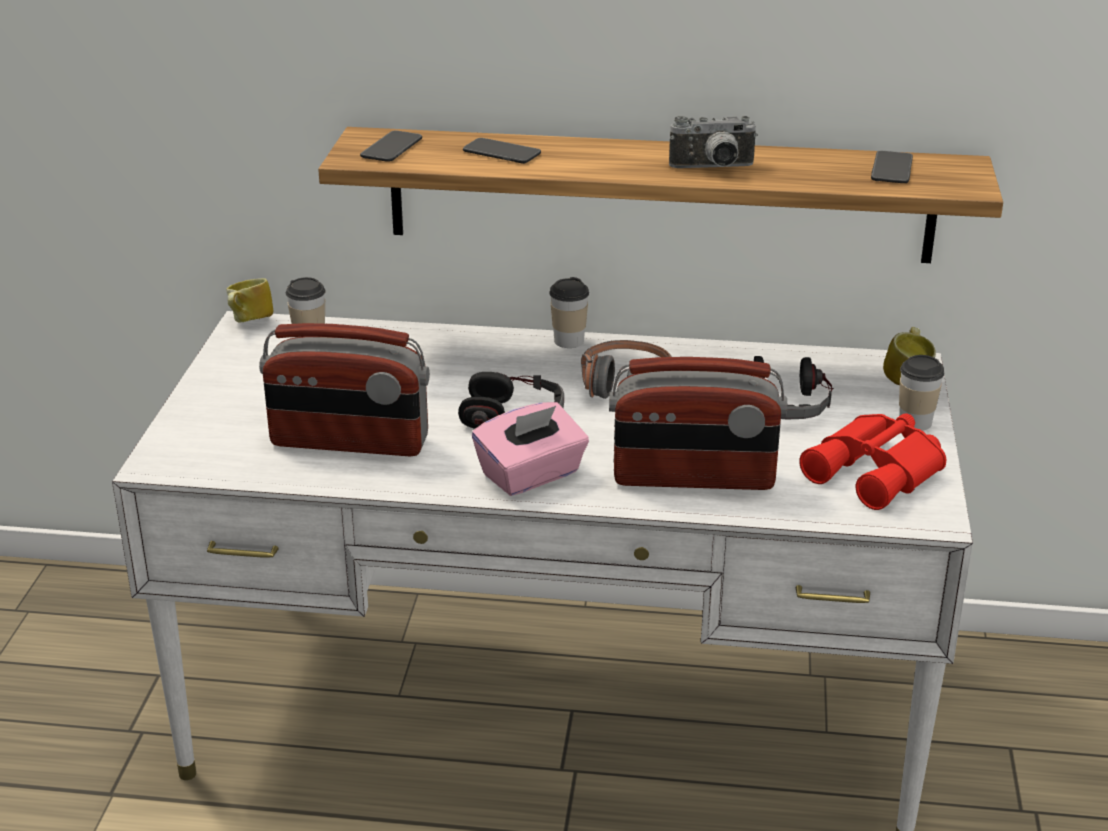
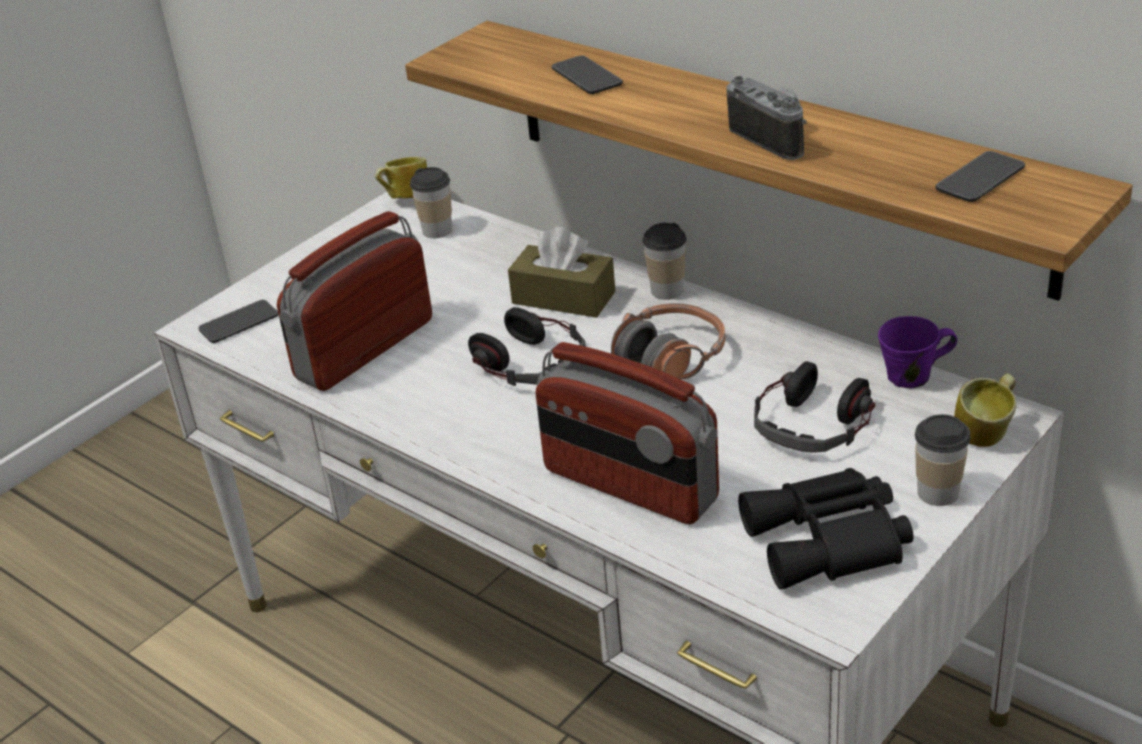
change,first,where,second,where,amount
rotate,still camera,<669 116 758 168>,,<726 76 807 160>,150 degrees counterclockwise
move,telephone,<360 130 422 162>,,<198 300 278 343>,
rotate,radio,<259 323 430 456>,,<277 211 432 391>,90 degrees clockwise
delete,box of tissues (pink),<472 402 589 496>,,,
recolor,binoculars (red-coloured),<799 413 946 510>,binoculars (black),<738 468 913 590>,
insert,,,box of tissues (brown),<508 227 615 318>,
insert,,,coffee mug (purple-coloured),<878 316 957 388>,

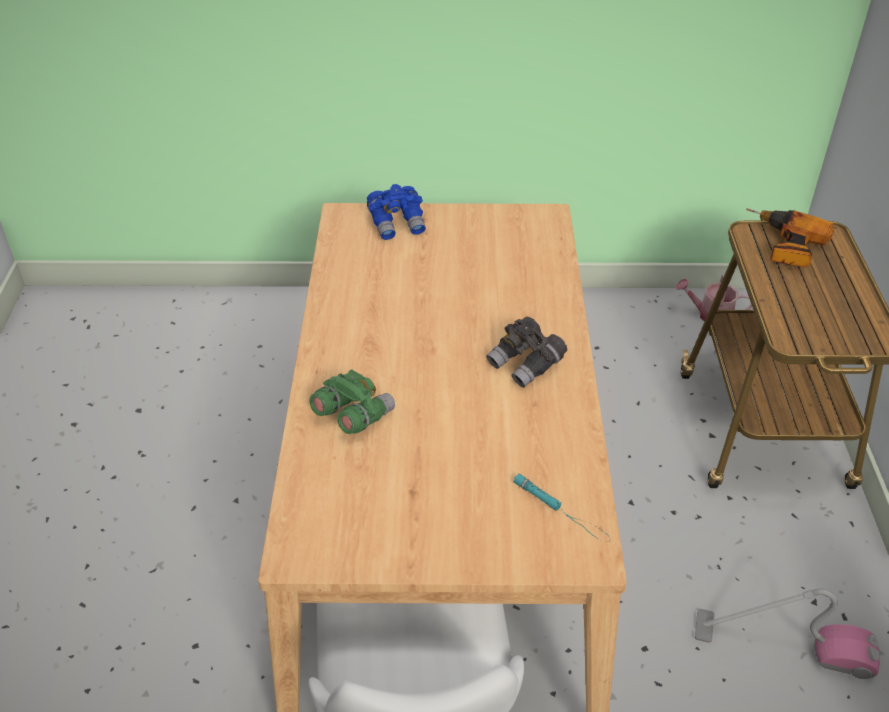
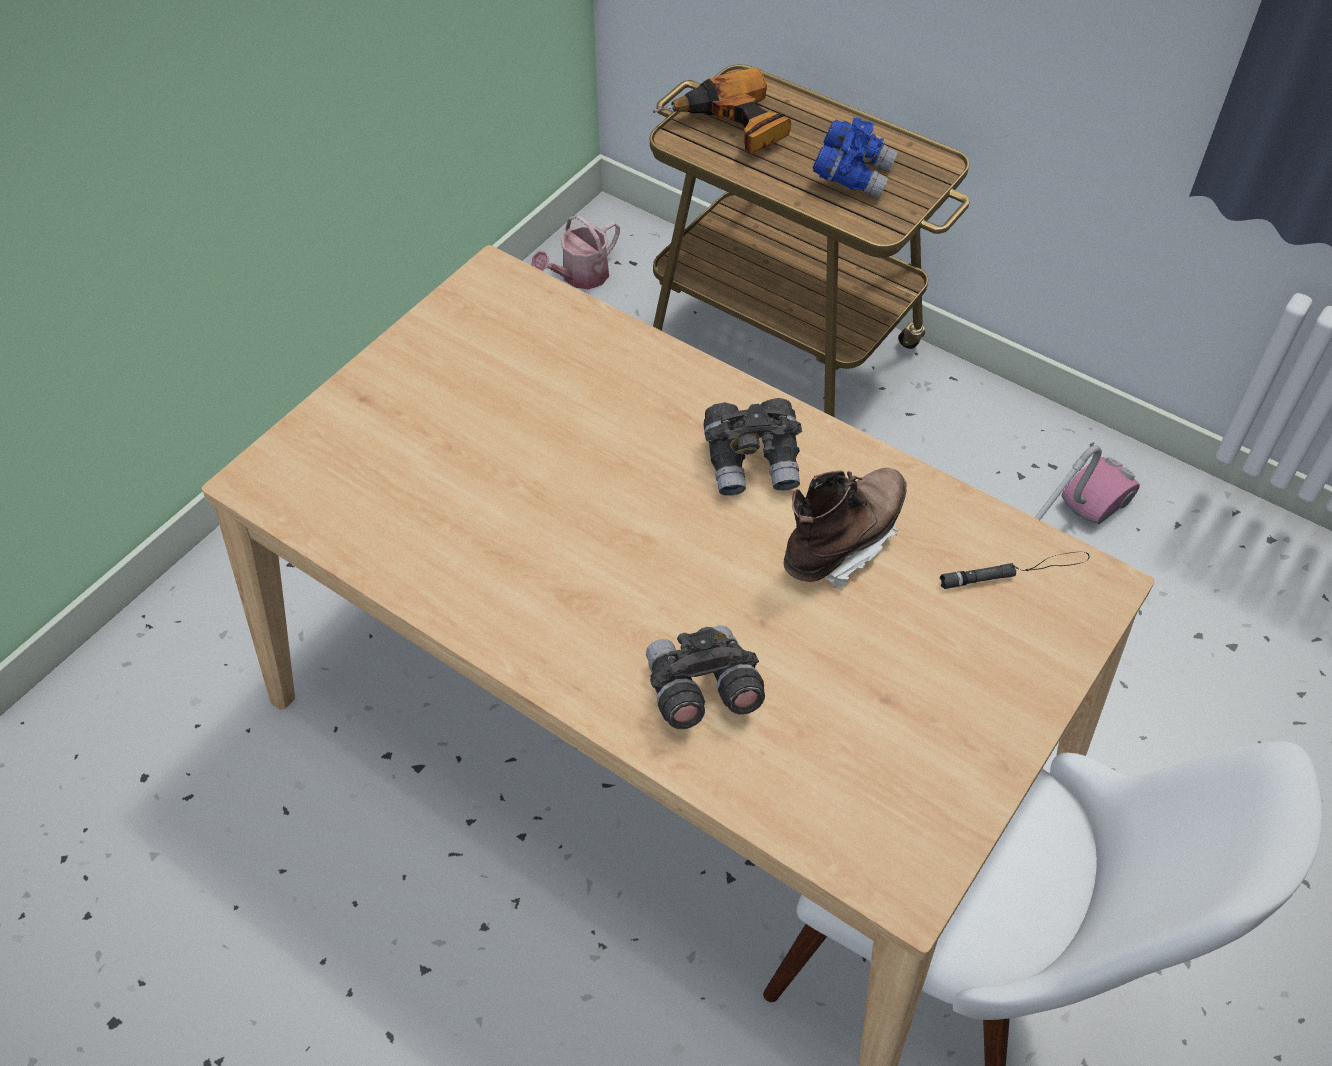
change,first,where,second,where,amount
move,binoculars (bluish),<367 184 426 240>,,<813 118 898 198>,
recolor,binoculars (greenish),<310 369 395 434>,binoculars (grey),<646 626 765 729>,
recolor,flashlight (turquoise-coloured),<513 474 611 542>,flashlight (black),<940 552 1089 589>,
insert,,,boot (brown),<783 468 907 590>,

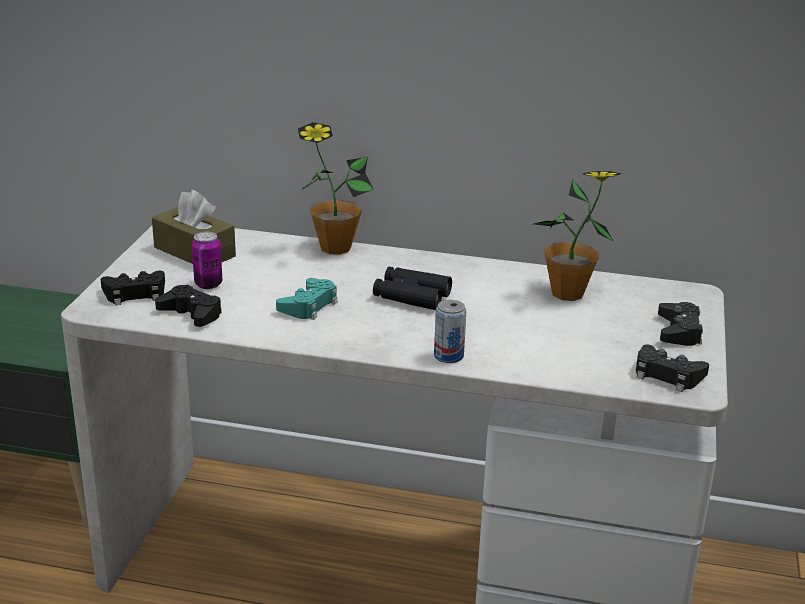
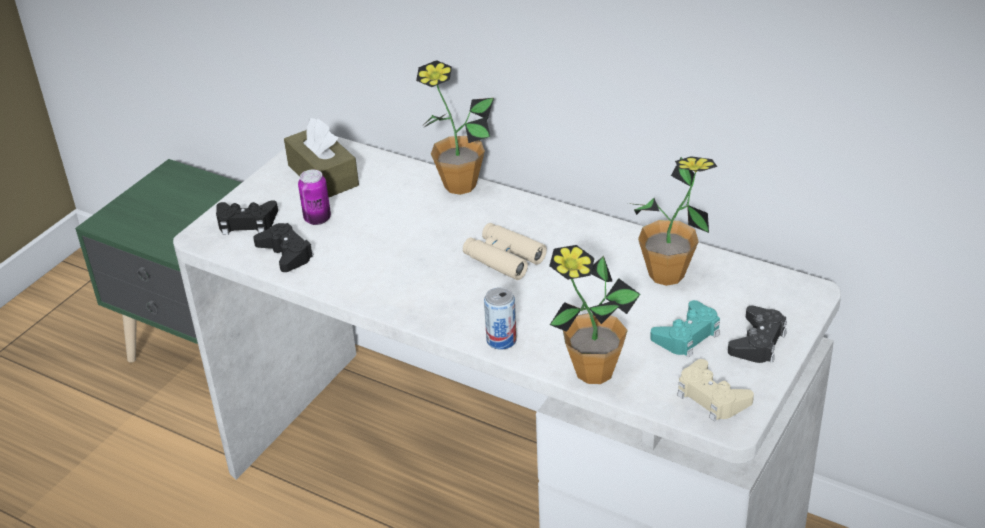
change,first,where,second,where,amount
recolor,binoculars (black),<373 267 452 310>,binoculars (sand-coloured),<463 223 547 280>,
move,joypad (turquoise-coloured),<276 278 337 320>,,<650 300 720 357>,
recolor,joypad (black),<636 344 709 392>,joypad (sand-coloured),<677 359 754 421>,
insert,,,houseplant,<549 245 640 384>,

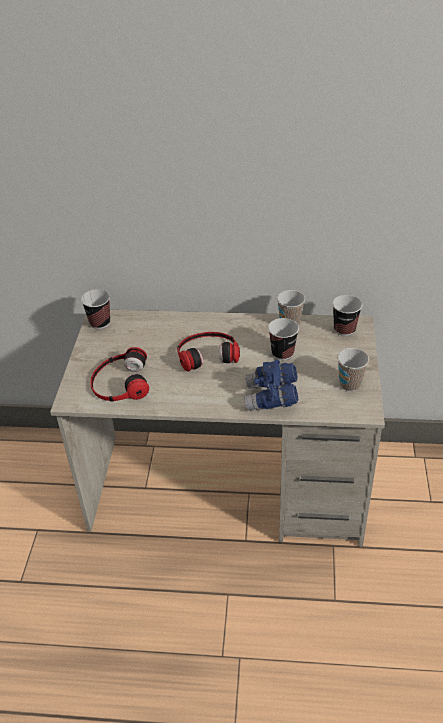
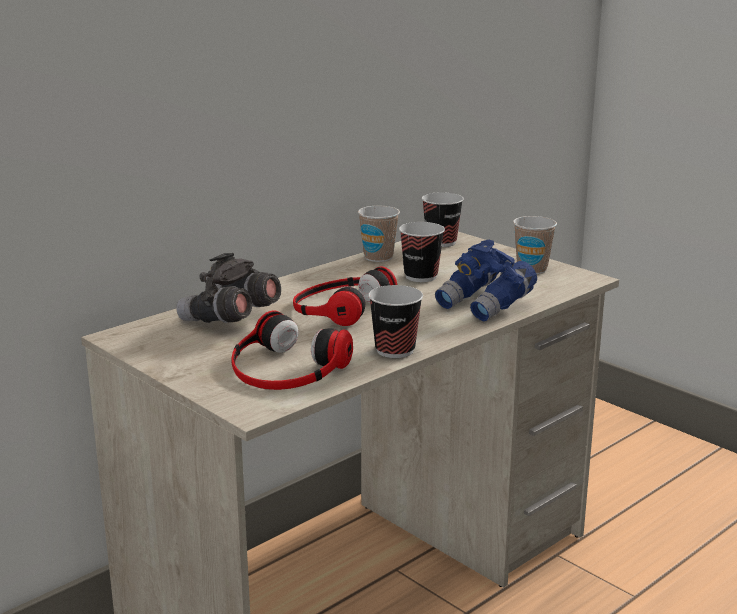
change,first,where,second,where,amount
move,cup,<81 289 110 329>,,<368 285 423 358>,
insert,,,binoculars (grey),<176 253 281 323>,

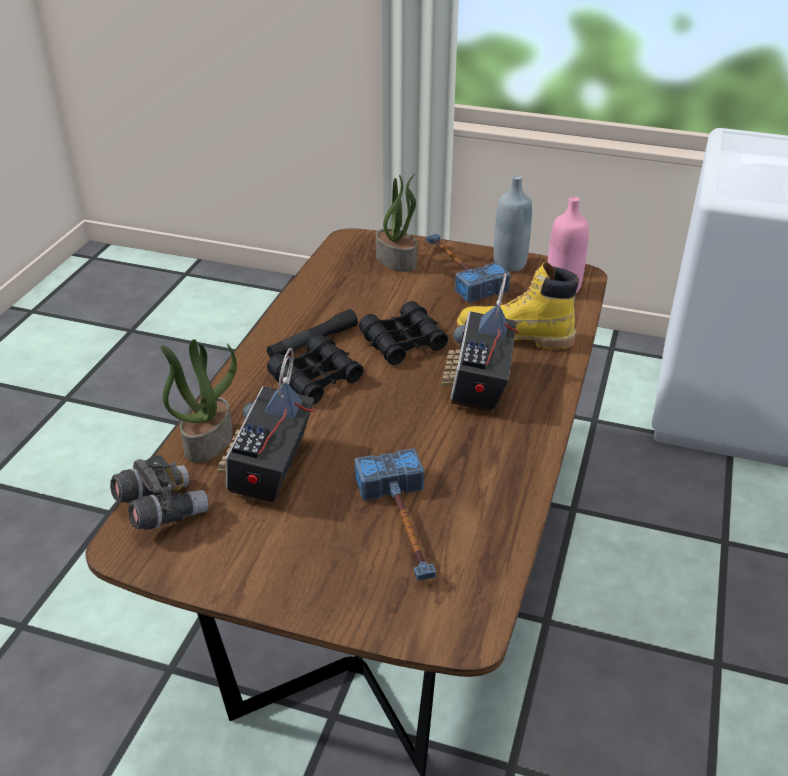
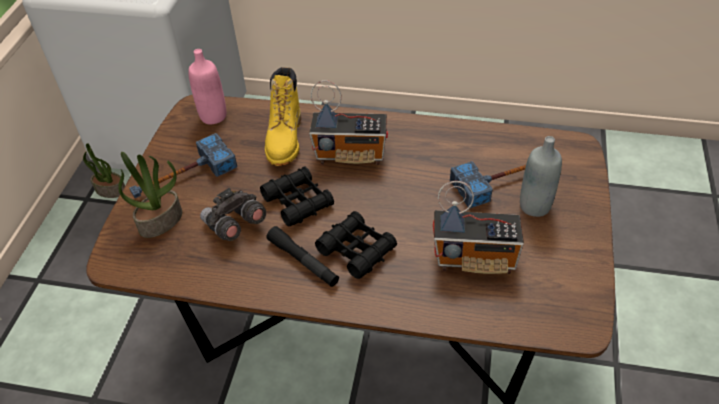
change,first,where,second,where,amount
move,drink bottle (grey),<494 175 532 272>,,<520 136 562 217>,
move,houseplant,<161 339 237 463>,,<83 143 125 198>,
move,binoculars (grey),<110 454 209 530>,,<200 188 266 241>,

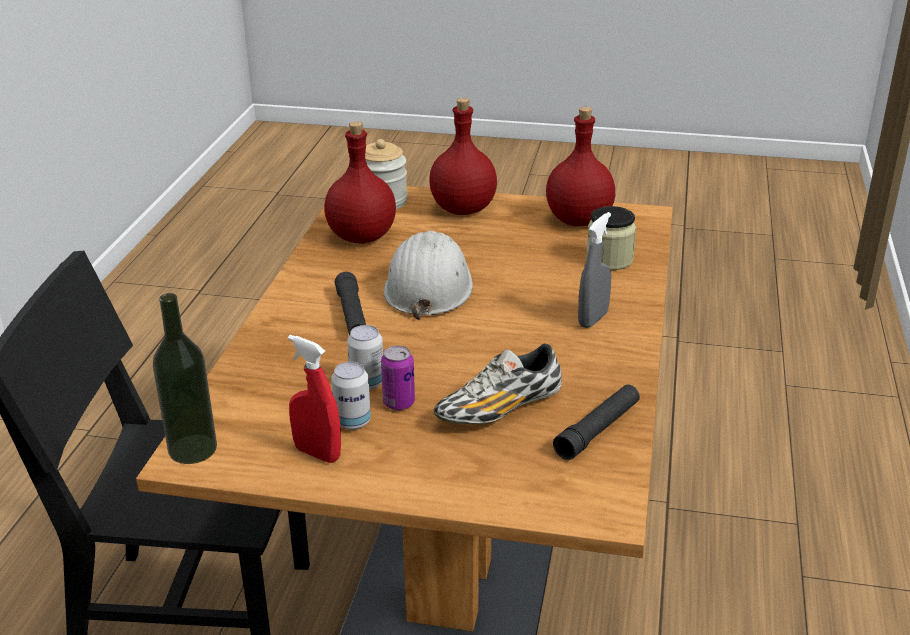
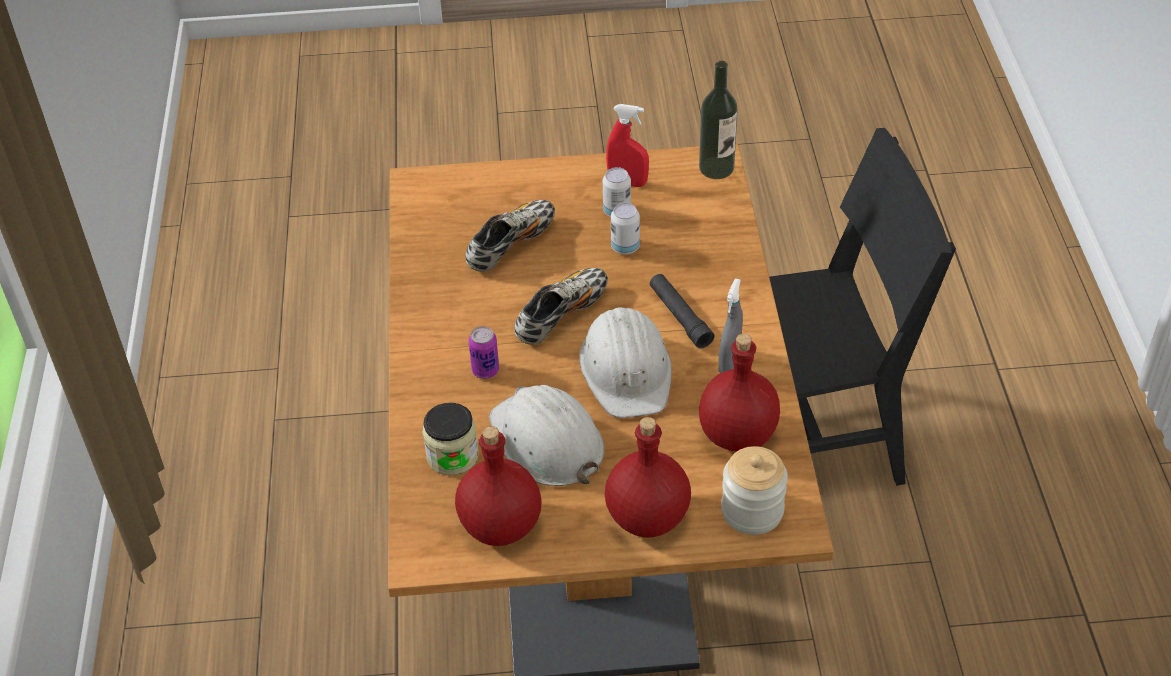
change,first,where,second,where,amount
move,spray bottle (grey),<578 212 612 328>,,<718 278 743 373>,
move,metal can,<381 346 415 410>,,<468 326 499 379>,
delete,flashlight (black),<553 384 640 460>,,,
insert,,,shoe,<514 268 608 345>,
insert,,,safety helmet (white),<489 385 604 486>,

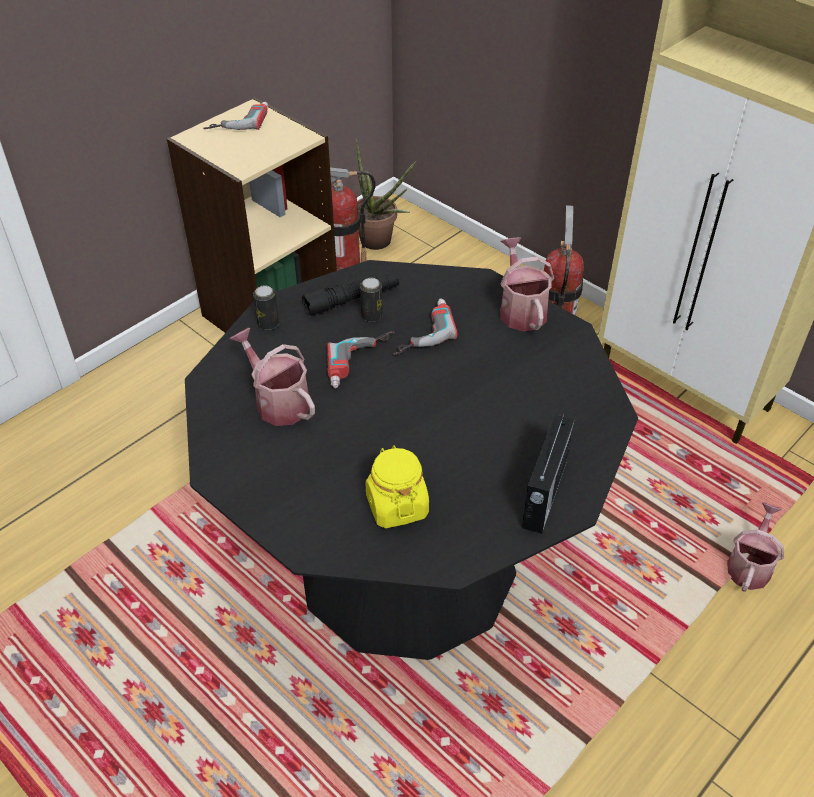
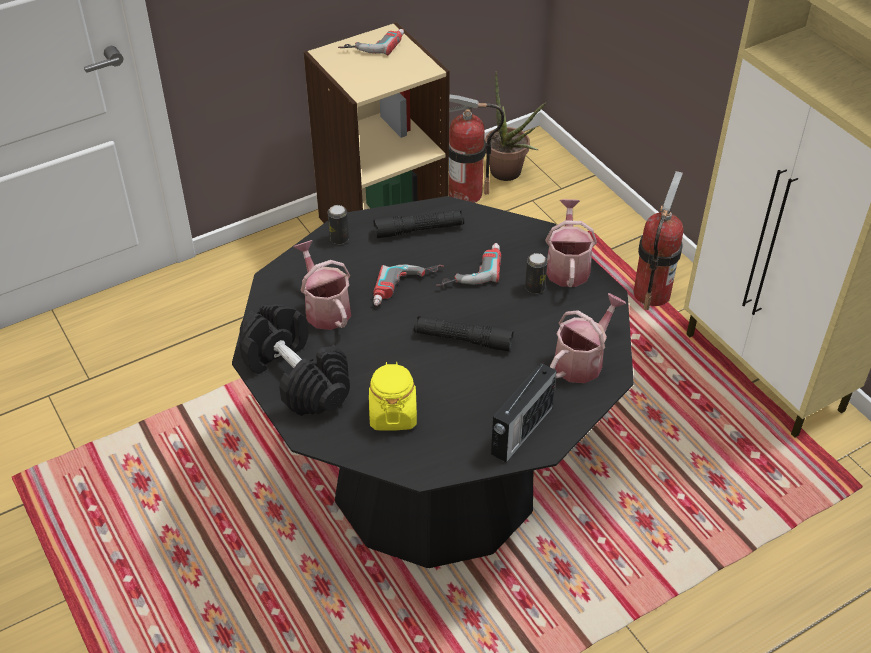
change,first,where,second,where,amount
move,metal can,<360 278 383 322>,,<525 253 548 294>,
move,watering pot,<727 502 784 592>,,<550 293 627 383>,
insert,,,hand weight (black),<239 304 350 416>,
insert,,,flashlight (black),<414 316 514 351>,

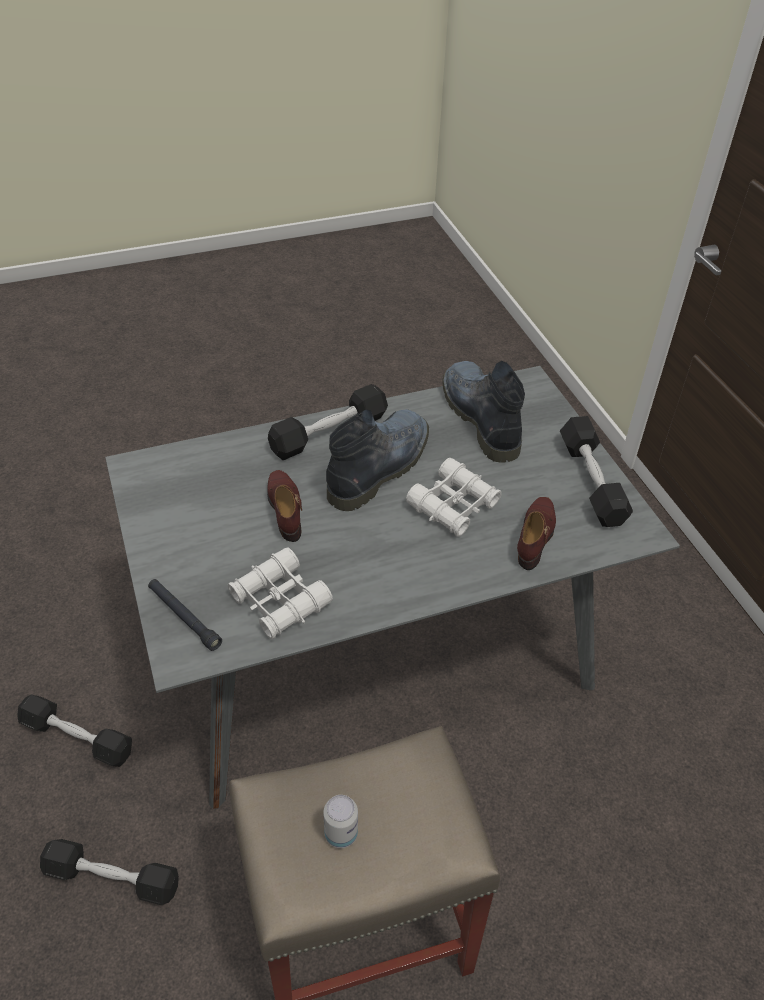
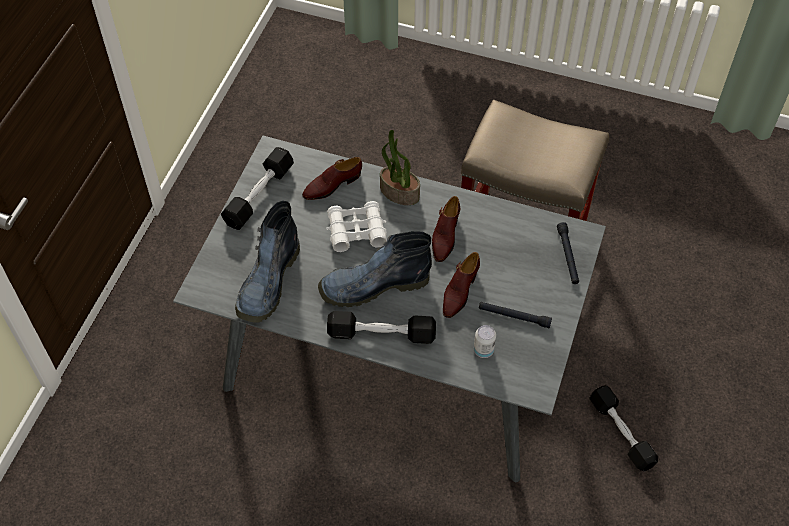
change,first,where,second,where,amount
delete,binoculars (white),<228 547 333 640>,,,
move,metal can,<323 795 358 848>,,<474 325 496 358>,
delete,hand weight (black),<40 839 179 905>,,,
insert,,,houseplant,<380 130 420 205>,
insert,,,shoe (brown),<432 196 460 262>,
insert,,,flashlight (black),<479 302 552 328>,

